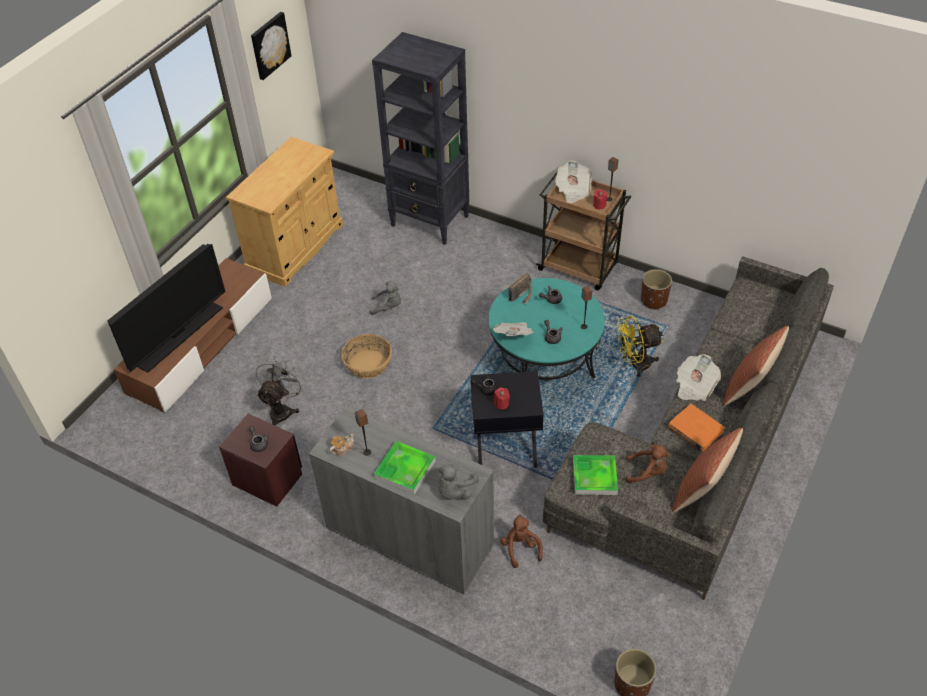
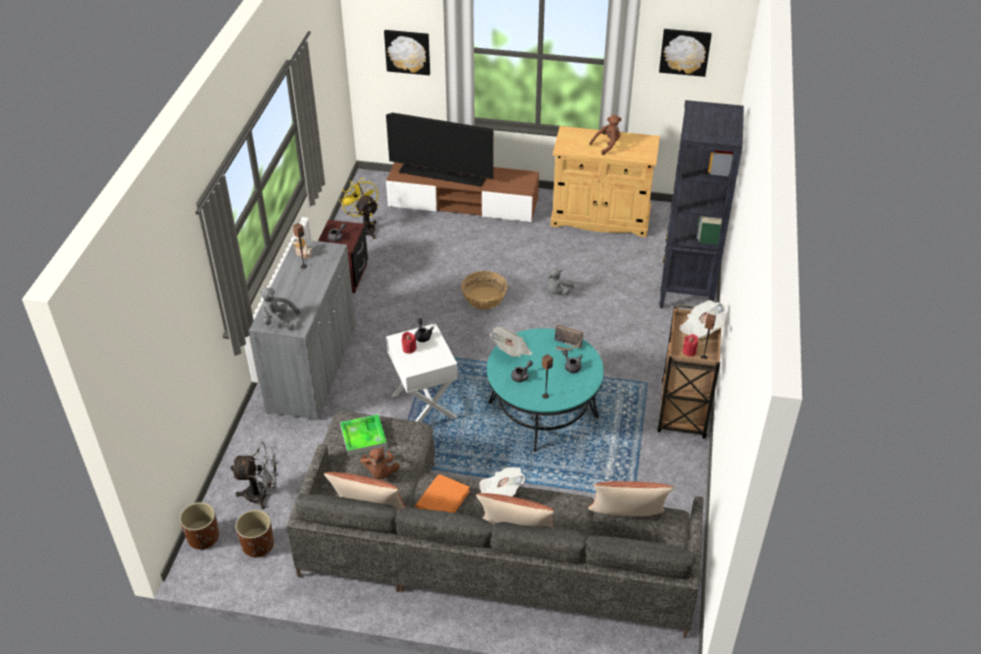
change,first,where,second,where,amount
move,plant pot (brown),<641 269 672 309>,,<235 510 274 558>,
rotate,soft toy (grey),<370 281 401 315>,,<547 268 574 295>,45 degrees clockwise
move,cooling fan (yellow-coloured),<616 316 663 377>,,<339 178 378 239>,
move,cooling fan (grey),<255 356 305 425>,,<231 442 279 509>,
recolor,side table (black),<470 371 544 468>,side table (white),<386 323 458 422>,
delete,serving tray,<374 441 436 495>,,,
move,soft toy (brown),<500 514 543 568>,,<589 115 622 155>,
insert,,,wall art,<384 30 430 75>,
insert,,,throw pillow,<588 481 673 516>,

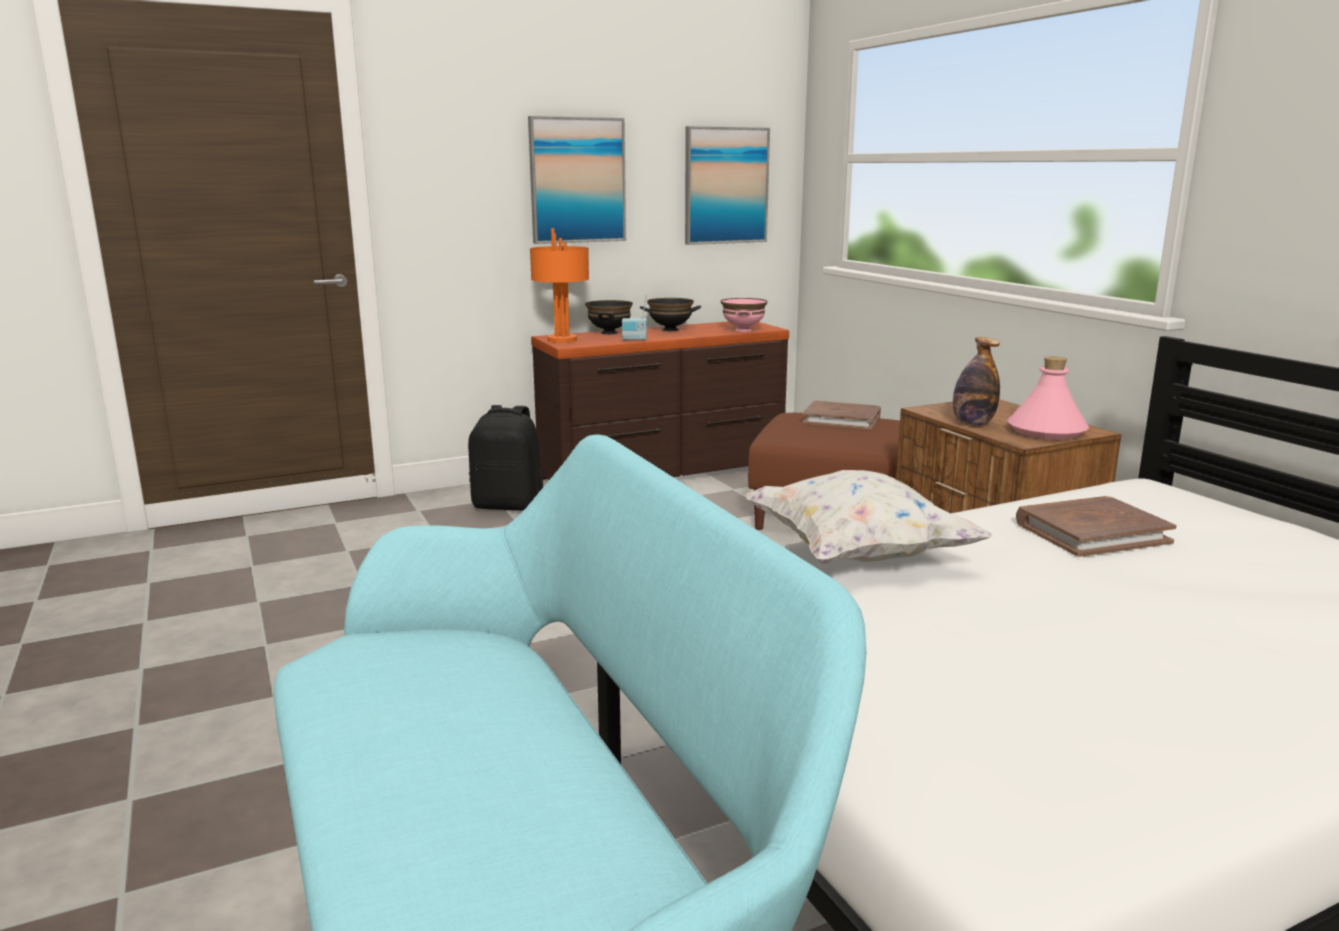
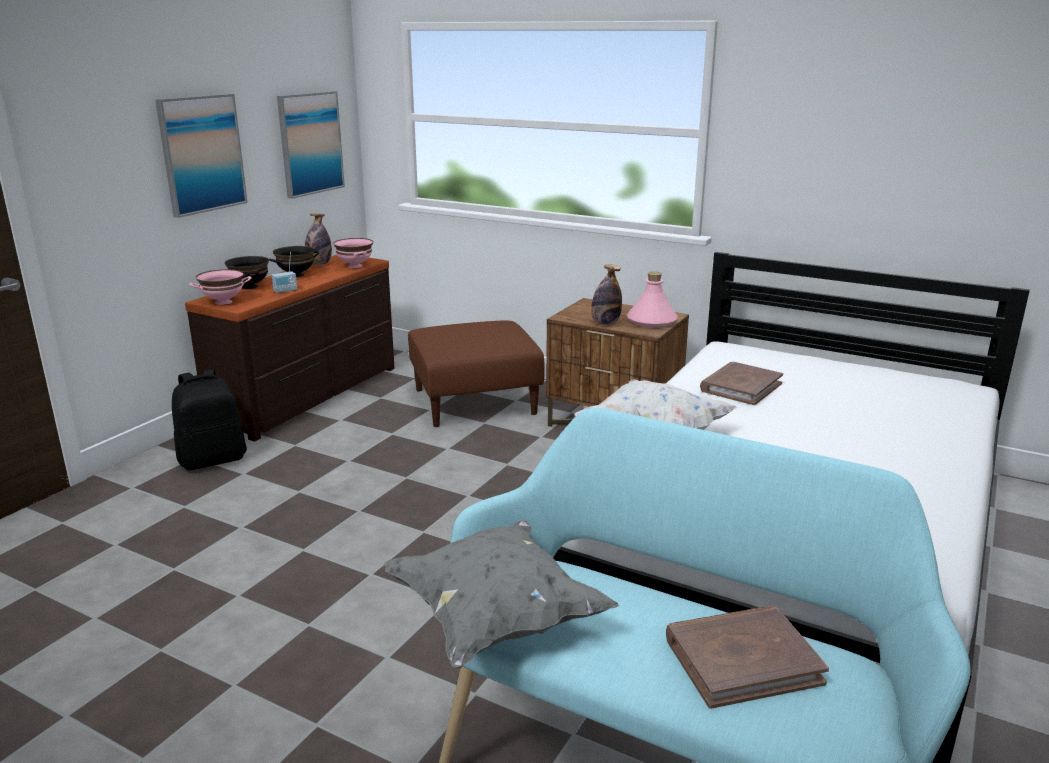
change,first,where,second,where,amount
replace,tabletop lamp (orange-coloured),<530 228 589 343>,deep dish (pink),<189 269 251 305>,
move,book (brown),<802 401 881 430>,,<666 606 829 709>,
insert,,,drink bottle,<305 214 332 265>,
insert,,,throw pillow (grey),<384 520 619 668>,

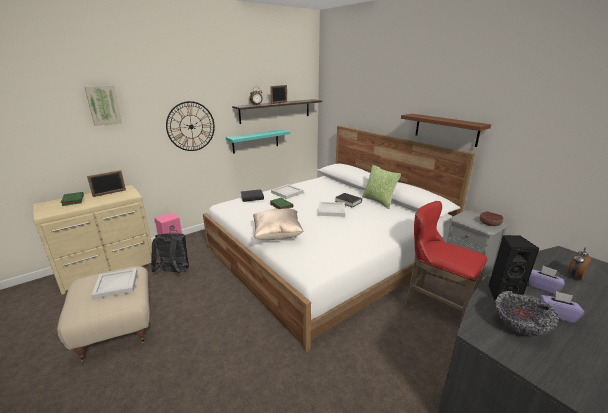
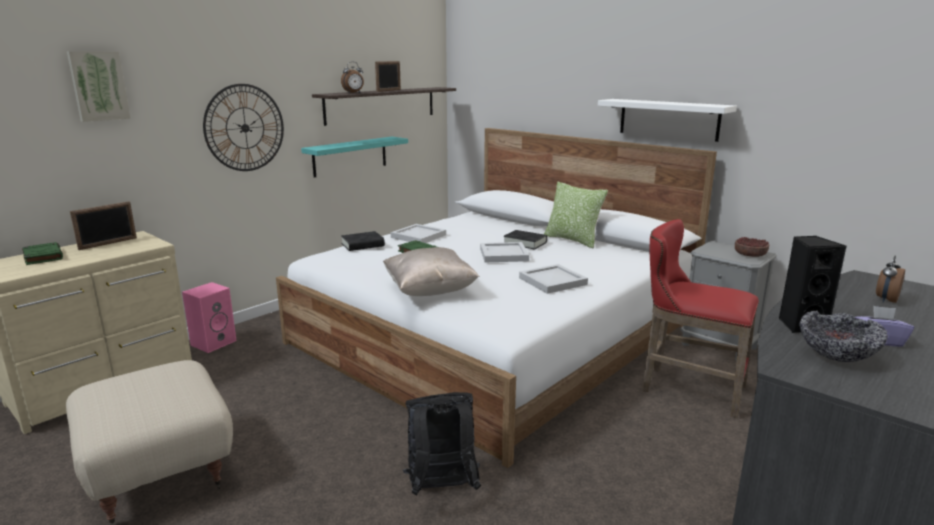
change,first,where,second,where,amount
recolor,wall shelf (brown),<401 114 491 147>,wall shelf (white),<598 99 737 142>,
move,backpack (black),<151 233 189 273>,,<403 392 481 495>,
delete,box of tissues (purple-coloured),<529 266 565 295>,,,
move,serving tray (white),<91 268 138 299>,,<519 264 588 294>,

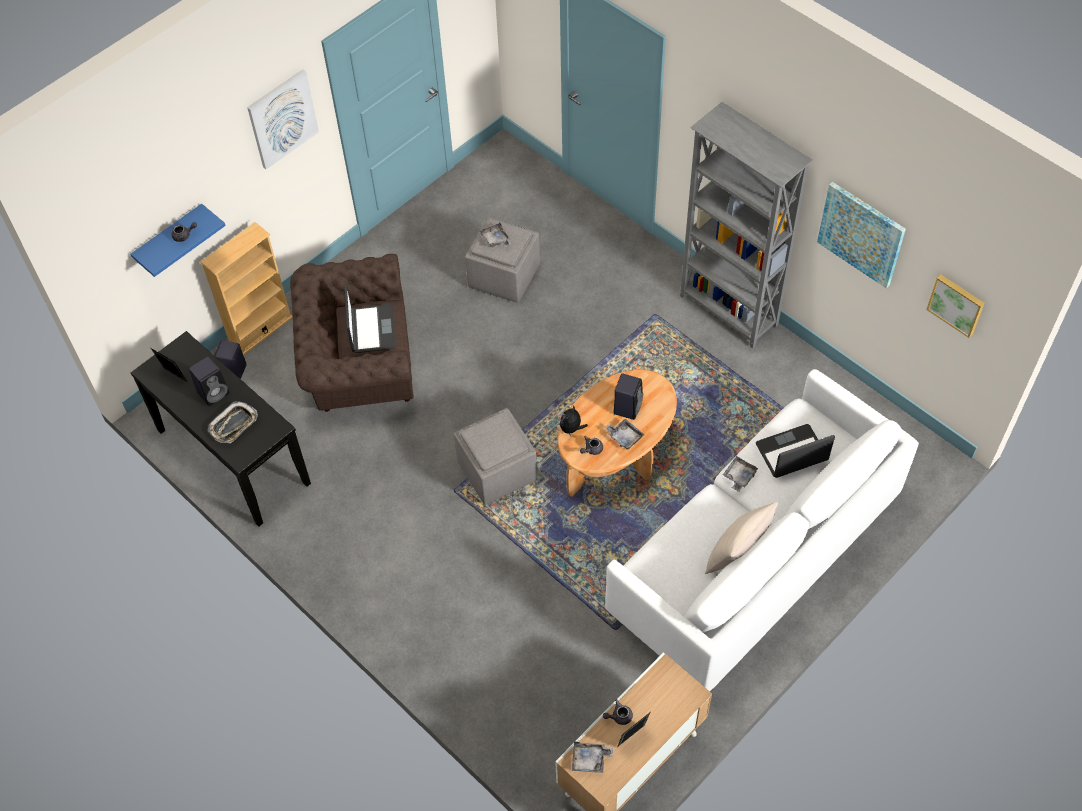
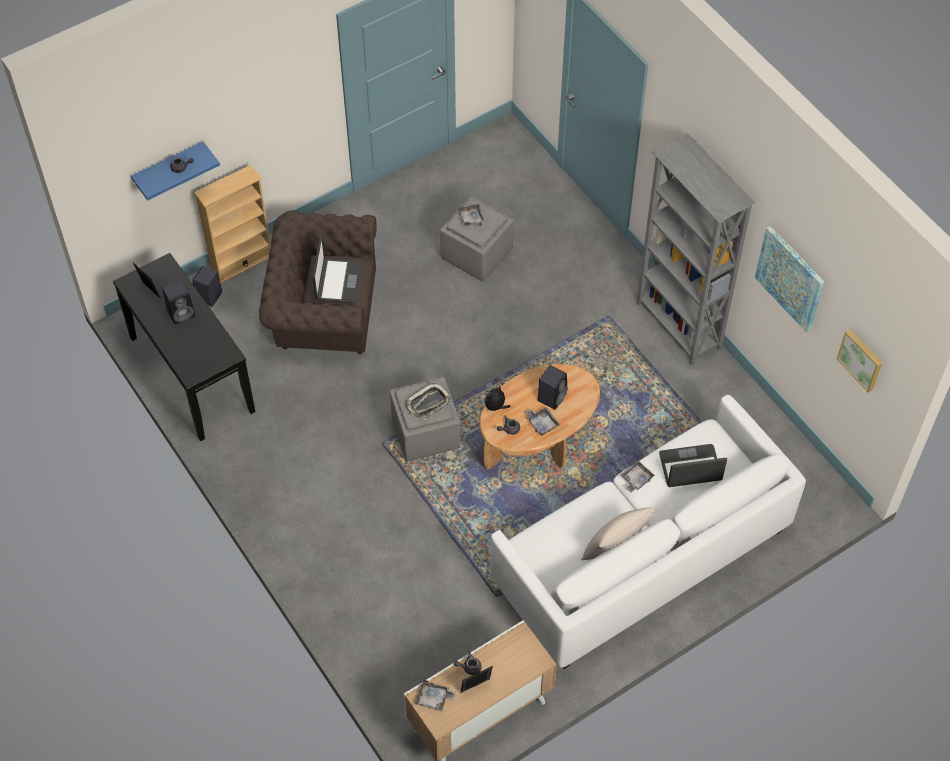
change,first,where,second,where,amount
delete,wall art,<247 69 319 169>,,,
move,serving tray,<208 401 258 443>,,<405 383 451 420>,

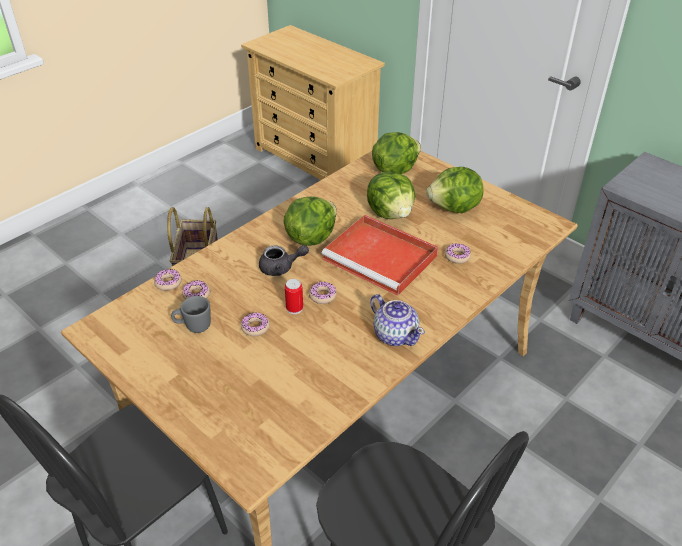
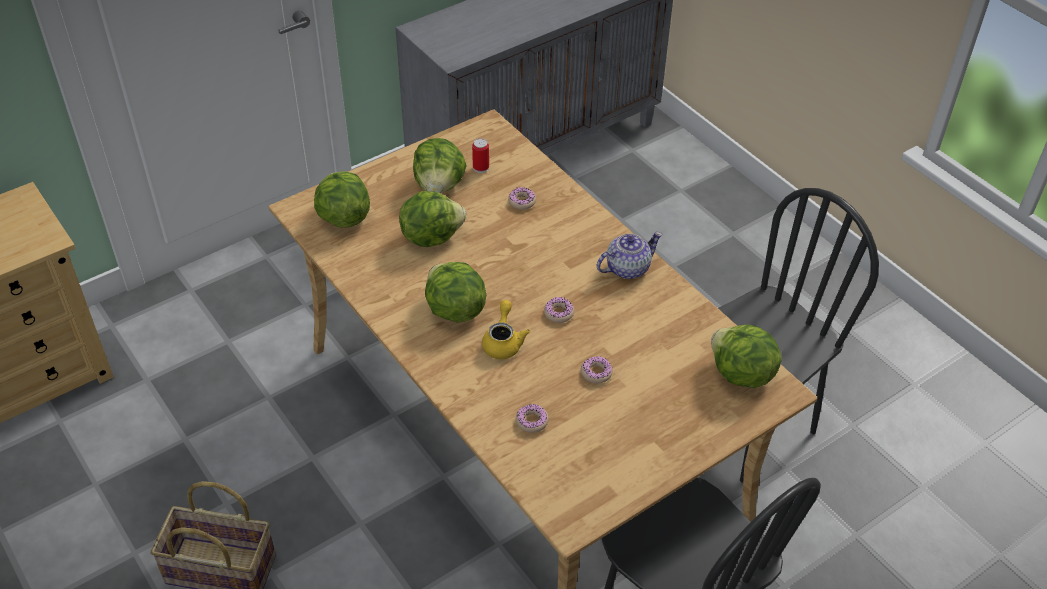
change,first,where,second,where,amount
delete,serving tray (red-coloured),<322 215 438 296>,,,
recolor,teapot (grey),<259 245 309 276>,teapot (yellow-coloured),<482 300 530 359>,
delete,ring doughnut,<154 269 182 291>,,,
move,metal can,<285 279 303 314>,,<472 138 489 173>,
delete,coffee mug (grey),<171 296 211 333>,,,
insert,,,lettuce head,<711 325 782 388>,

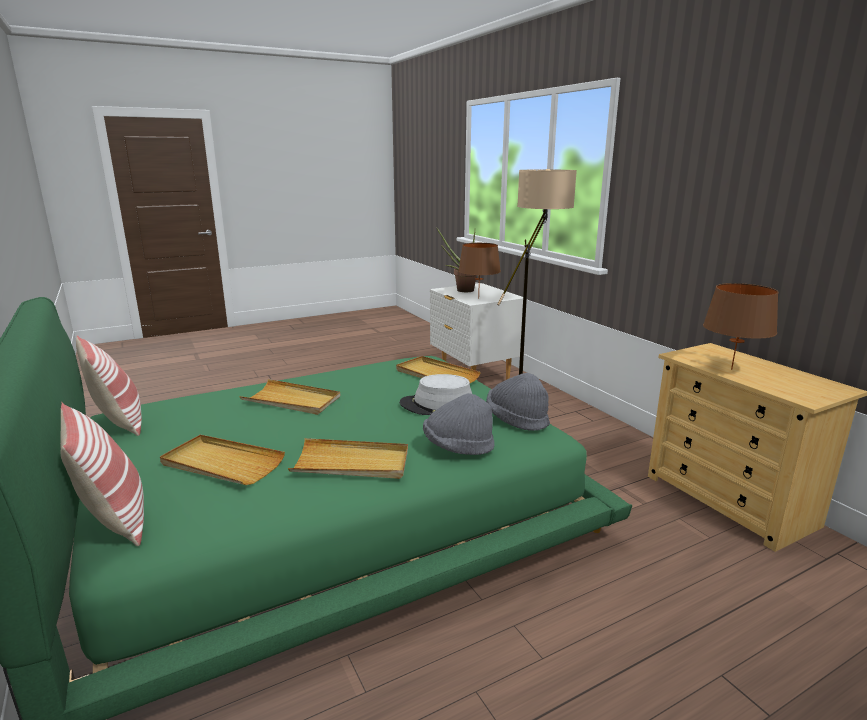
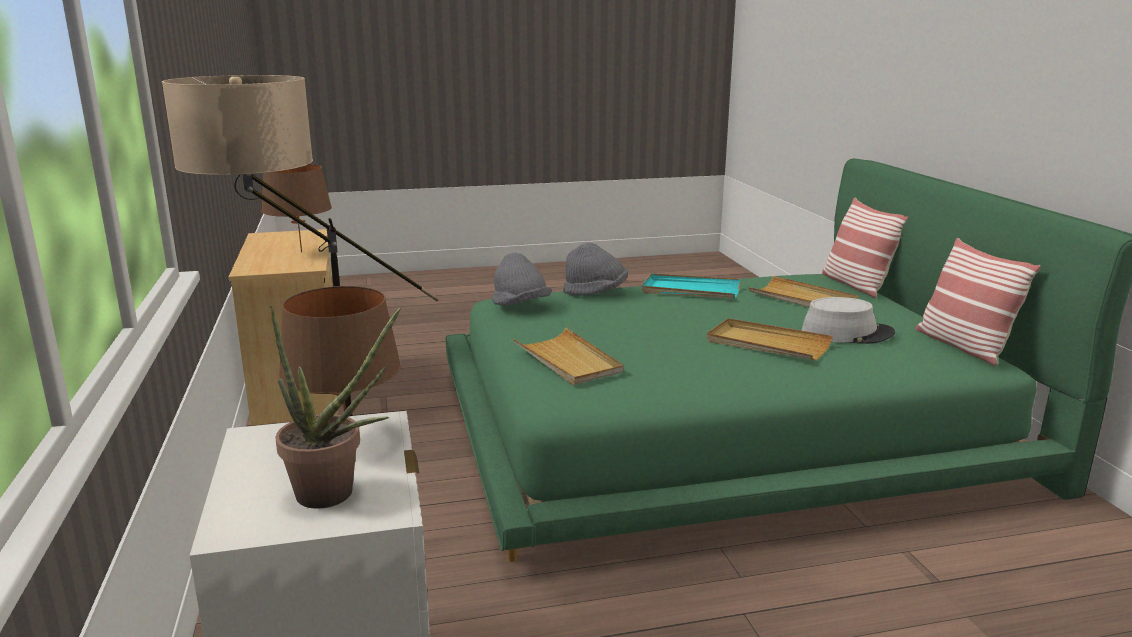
change,first,where,second,where,amount
move,wearable hat (grey),<400 374 472 415>,,<802 297 895 344>,
recolor,serving tray (sand-coloured),<288 438 408 479>,serving tray (turquoise-coloured),<642 273 741 299>,

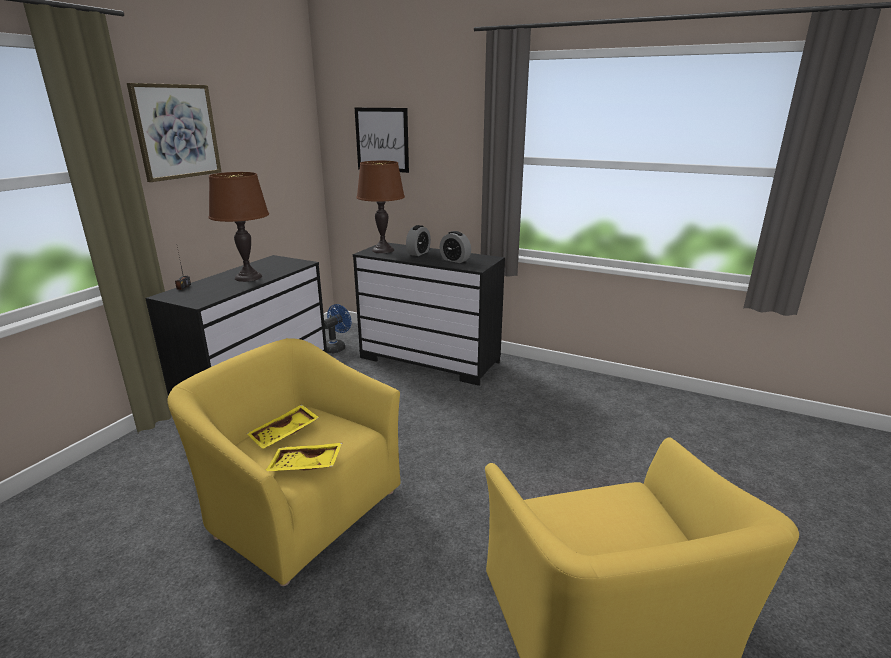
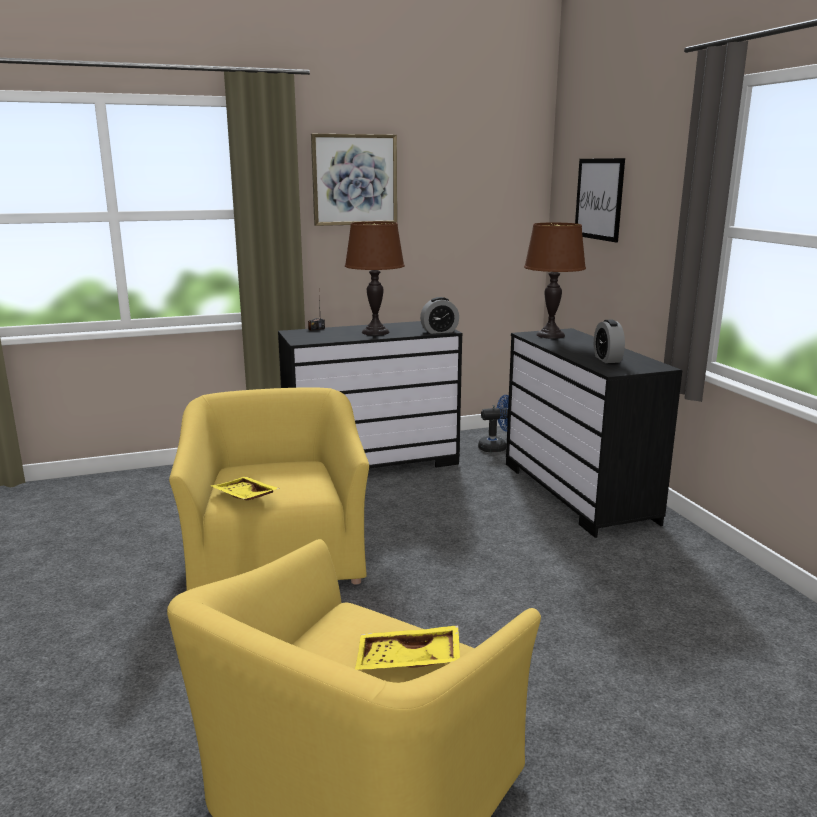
change,first,where,second,where,amount
move,alarm clock,<406 225 431 256>,,<420 297 459 334>,
move,serving tray (yellow-coloured),<247 404 319 449>,,<355 625 460 670>,

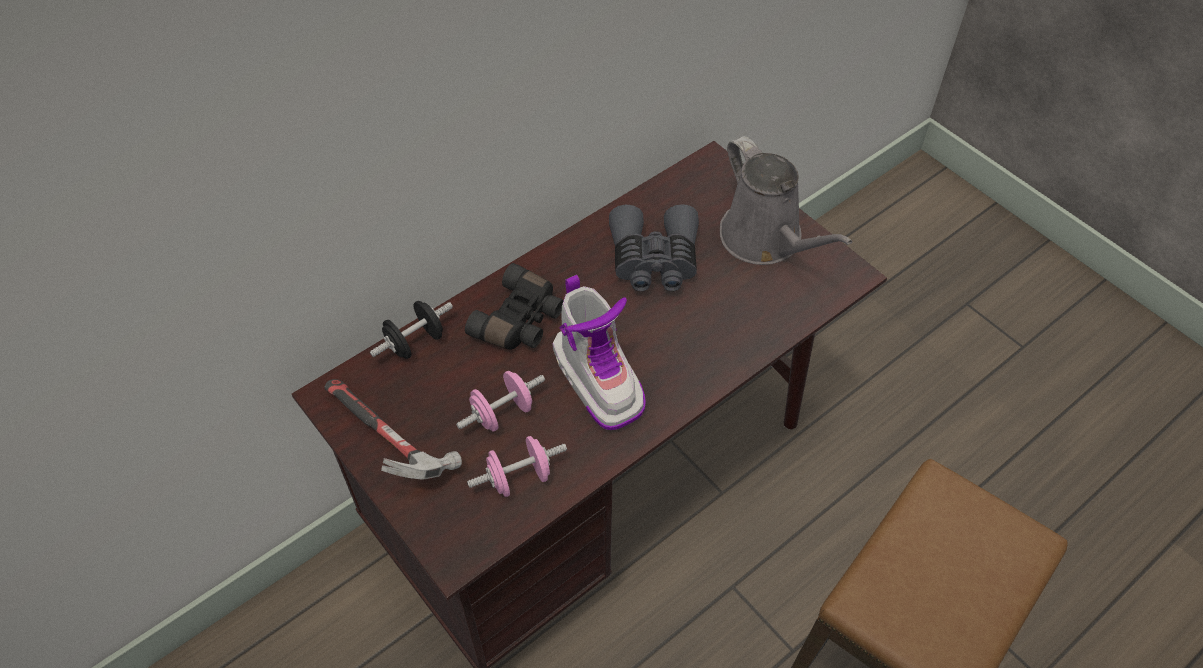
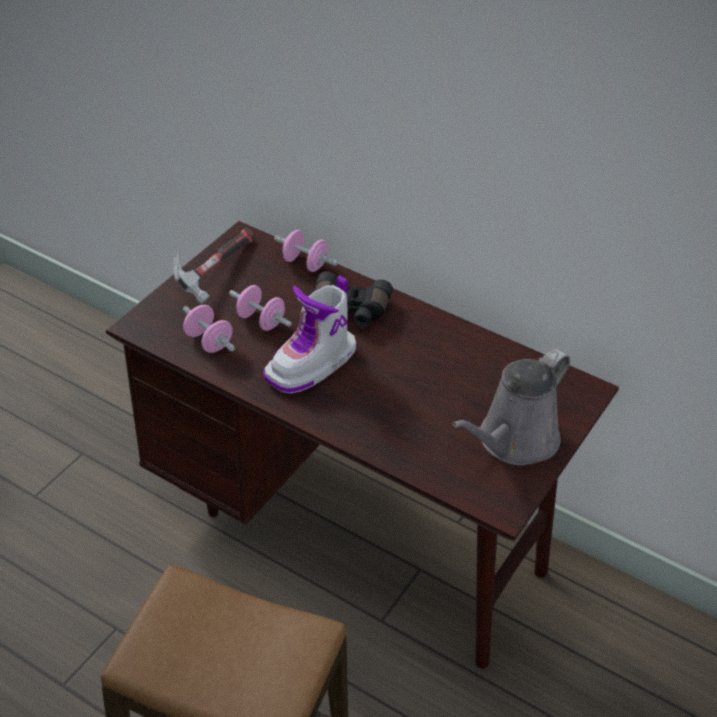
change,first,where,second,where,amount
delete,binoculars (grey),<609 204 699 291>,,,
recolor,hand weight (black),<370 301 453 359>,hand weight (pink),<274 230 338 272>,

